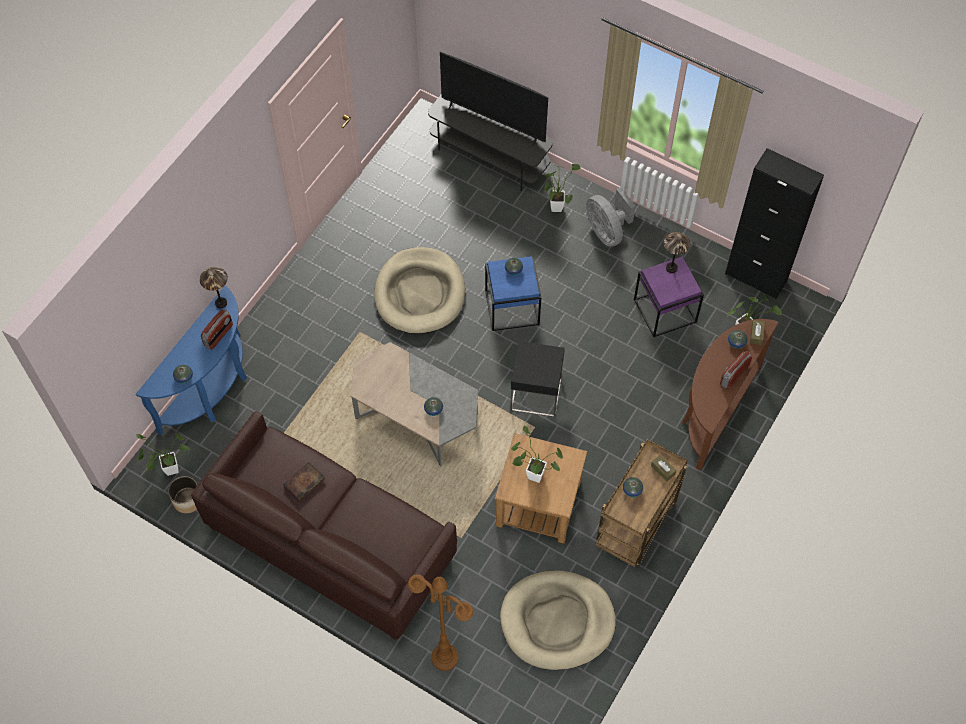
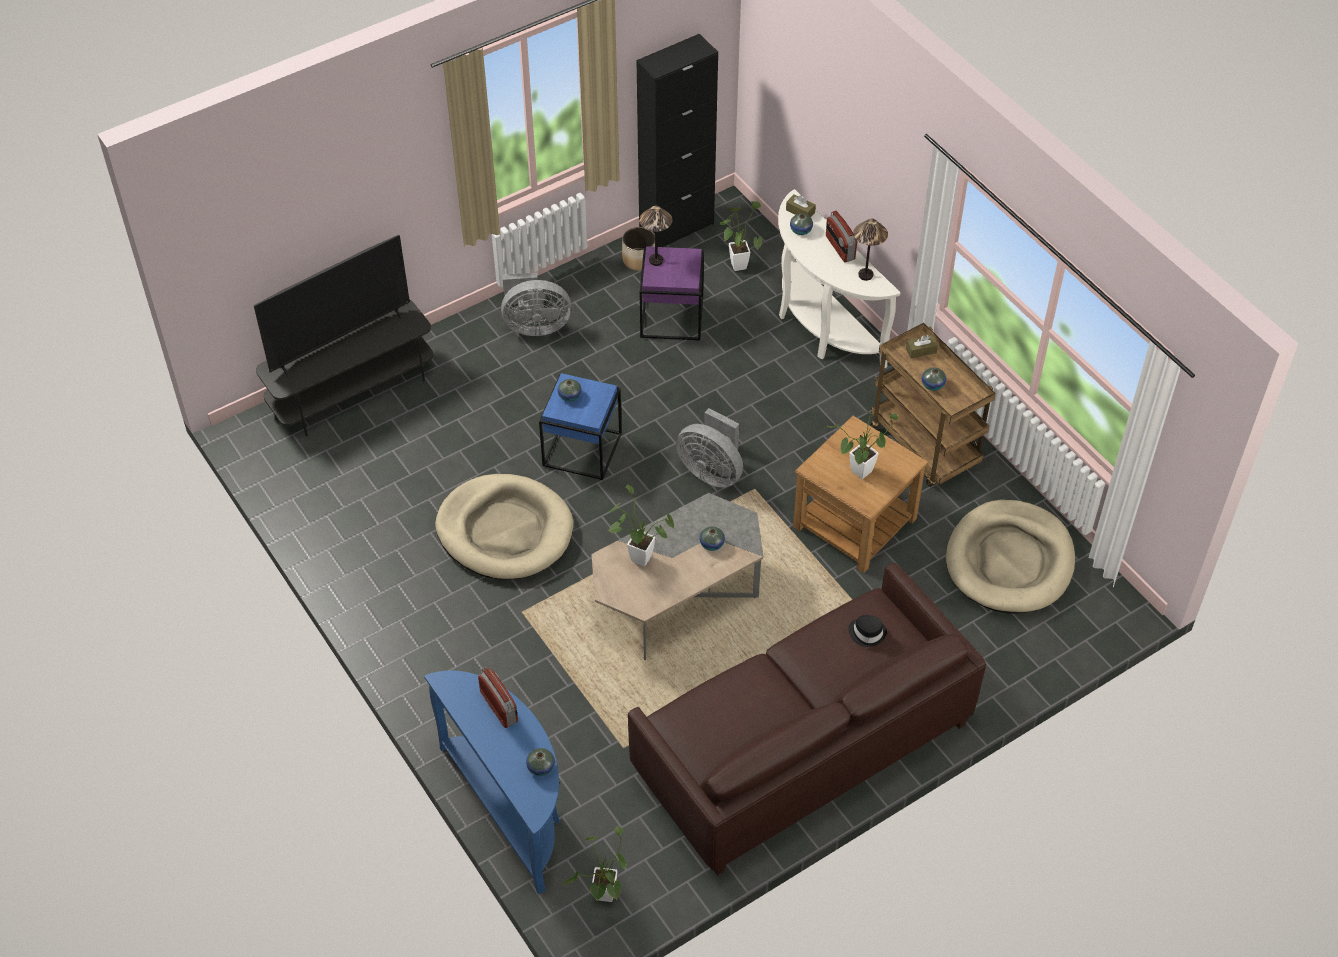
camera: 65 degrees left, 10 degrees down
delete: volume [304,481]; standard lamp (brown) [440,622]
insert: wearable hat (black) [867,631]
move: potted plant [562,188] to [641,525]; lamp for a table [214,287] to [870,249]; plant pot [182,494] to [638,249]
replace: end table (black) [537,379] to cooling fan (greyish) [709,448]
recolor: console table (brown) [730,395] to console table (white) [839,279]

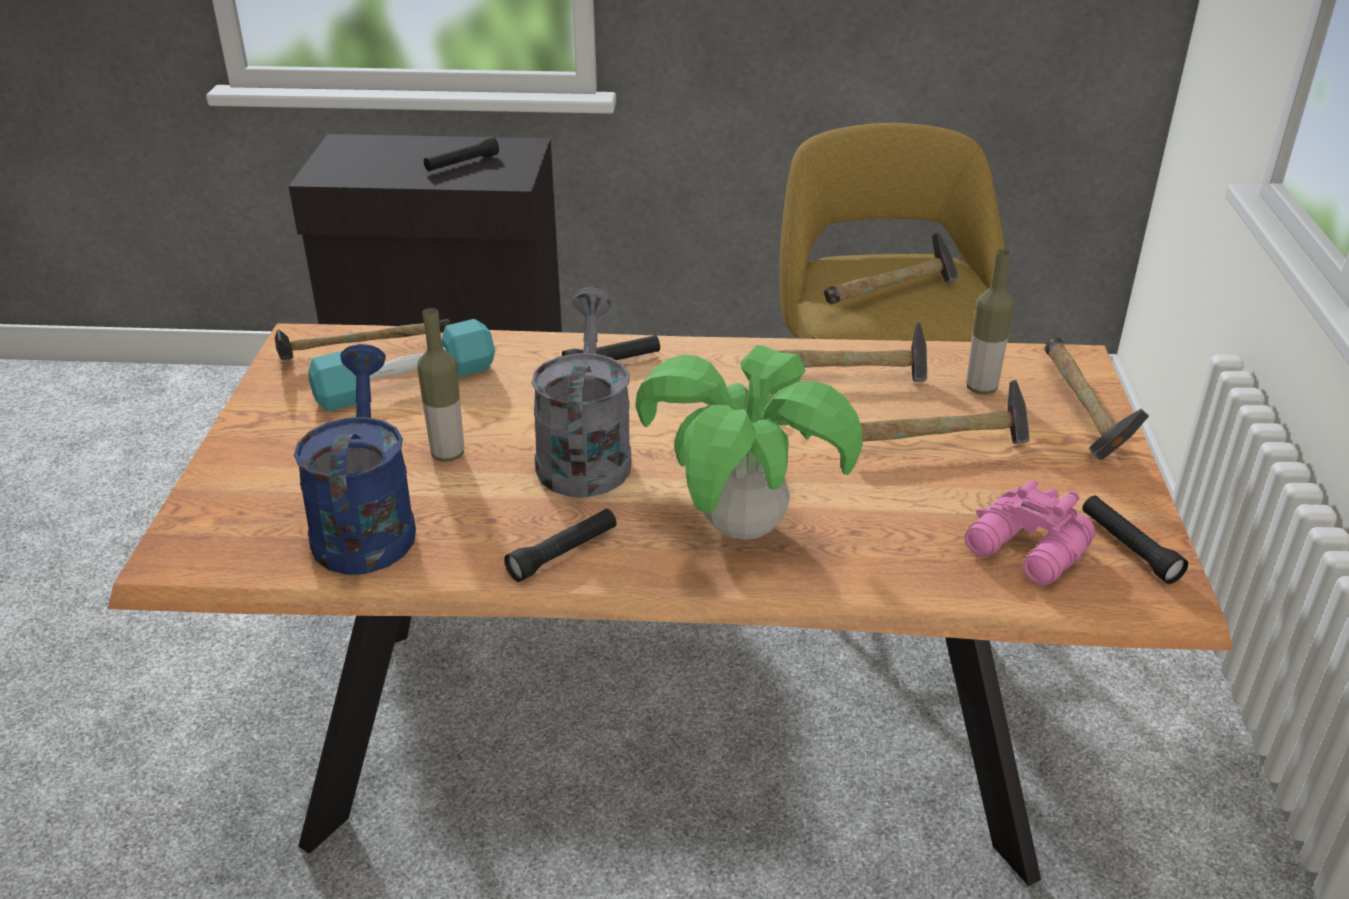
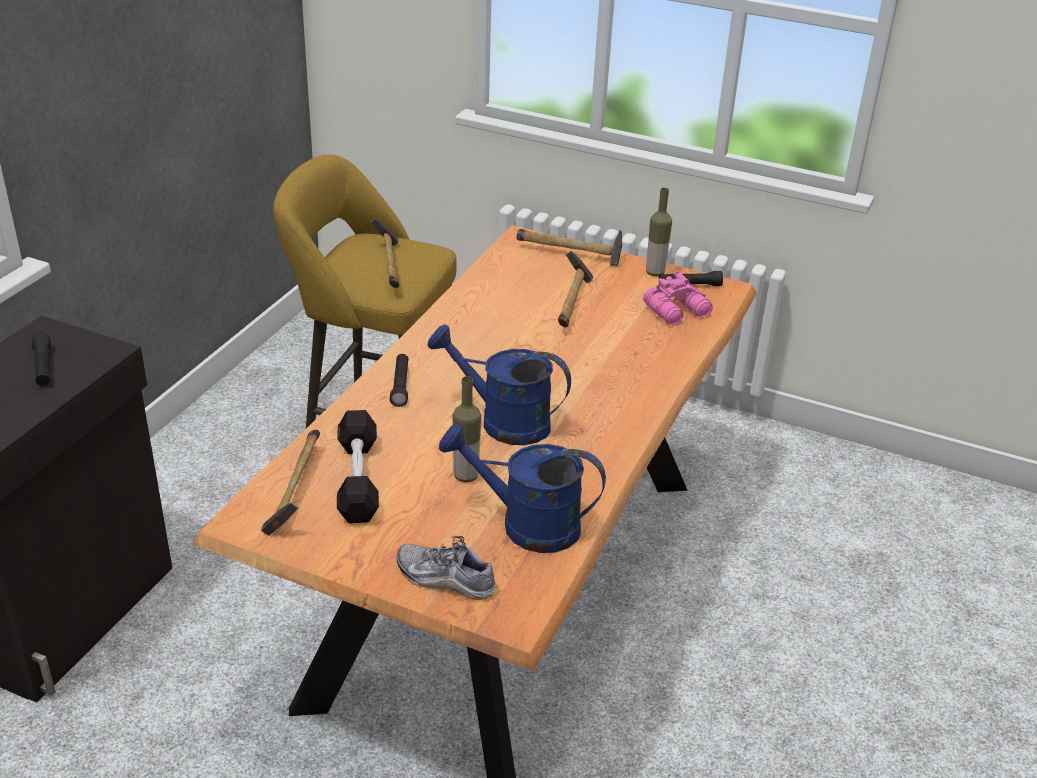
camera: 70 degrees left, 0 degrees up
delete: hand hammer [851,352]; potted plant [749,442]; flashlight (black) [560,545]
insert: shoe [446,568]
move: drink bottle [990,322] to [659,232]
recolor: watering pot (greyish) [581,392] to watering pot (blue) [499,384]; free weight (blue-green) [401,365] to free weight (black) [358,466]

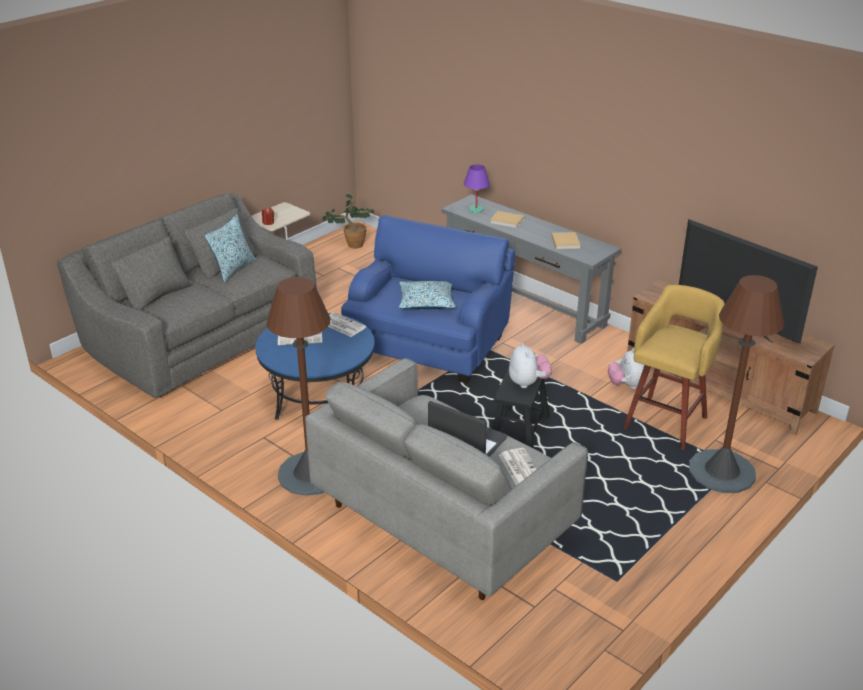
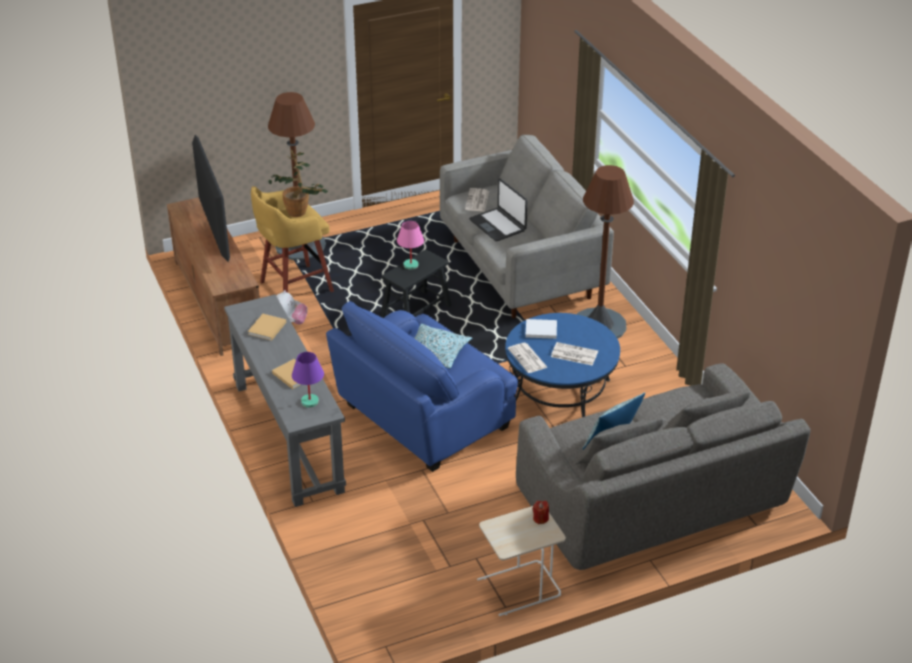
camera: 155 degrees left, 5 degrees up
insert: volume (white) [541,329]
move: potted plant [348,218] to [298,183]
replace: soft toy [530,365] to lamp for a table (pinkish) [410,245]

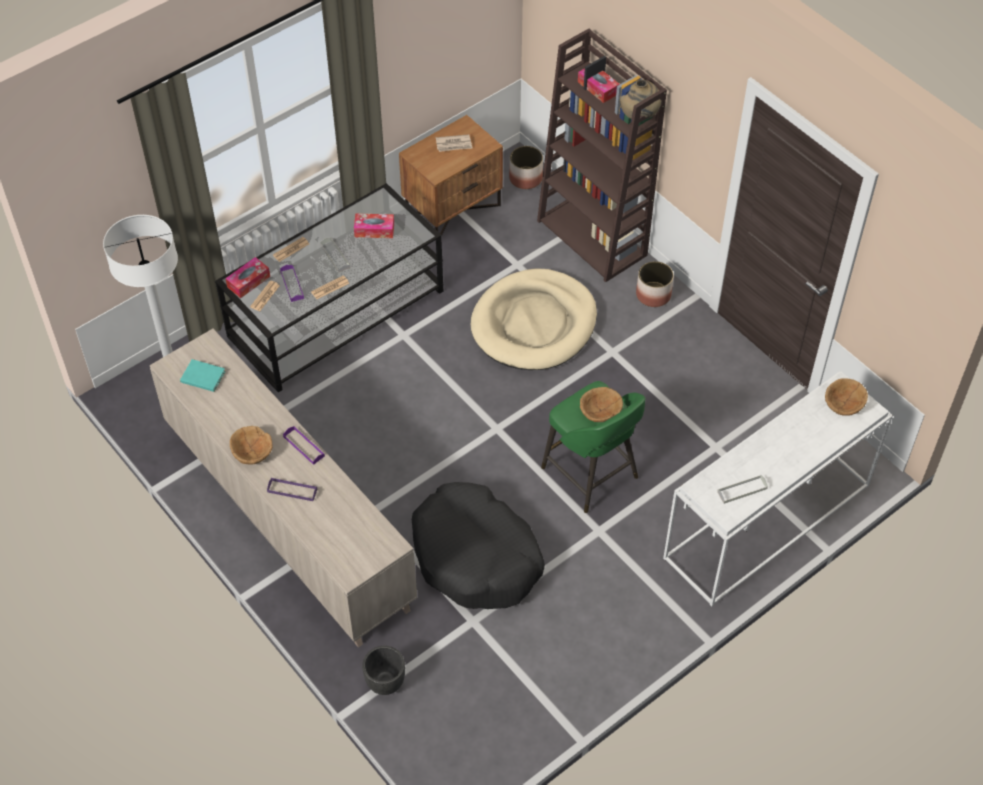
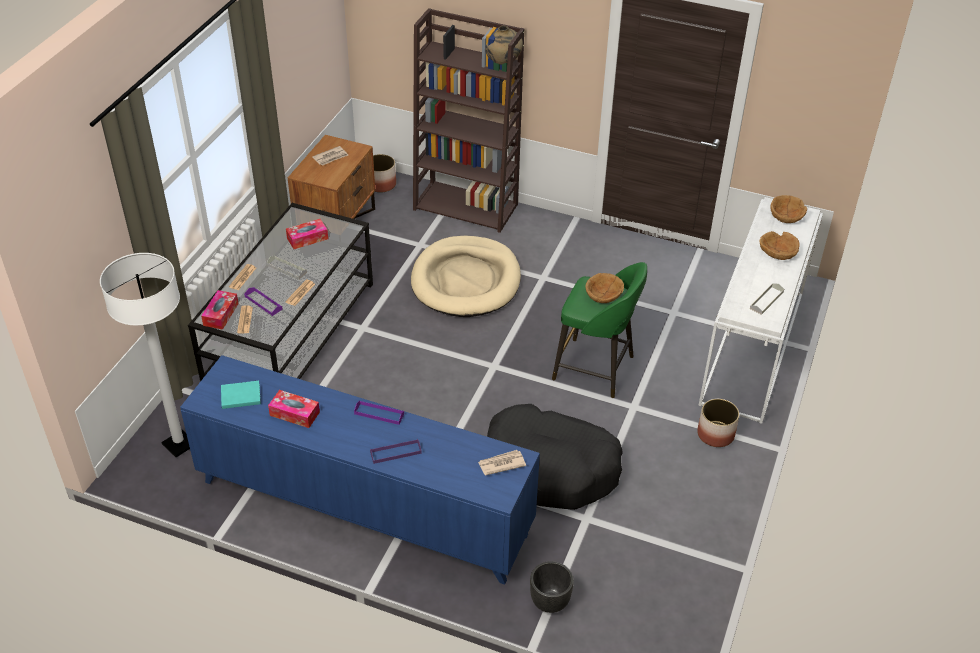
camera: 30 degrees left, 10 degrees down
insert: newspaper [502,462]
move: tissue holder [599,85] to [294,409]; plant pot [655,284] to [718,423]; deep dish (brown) [251,445] to [779,245]
recolor: storage cabinet (beige-coloured) [283,488] to storage cabinet (blue) [360,470]

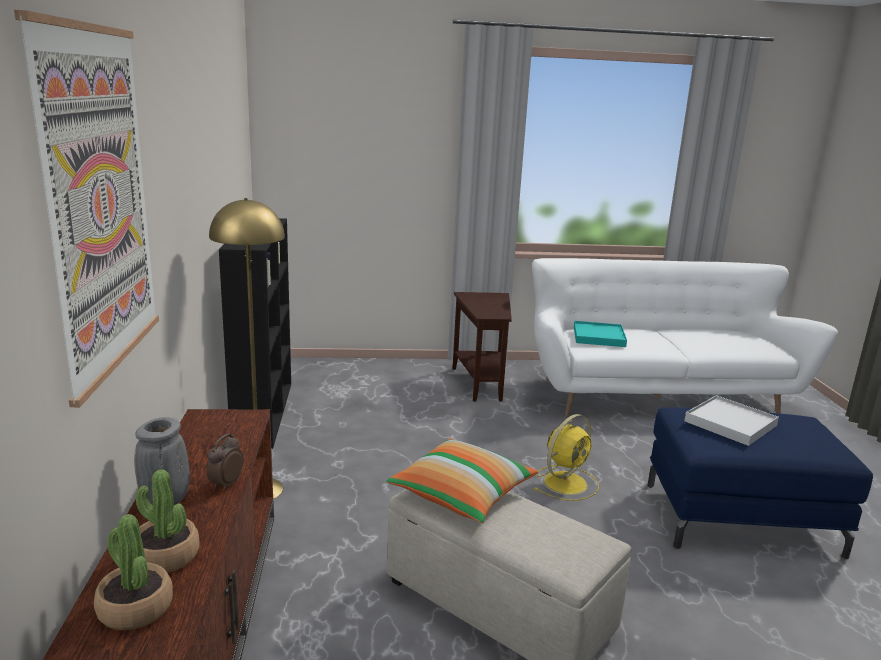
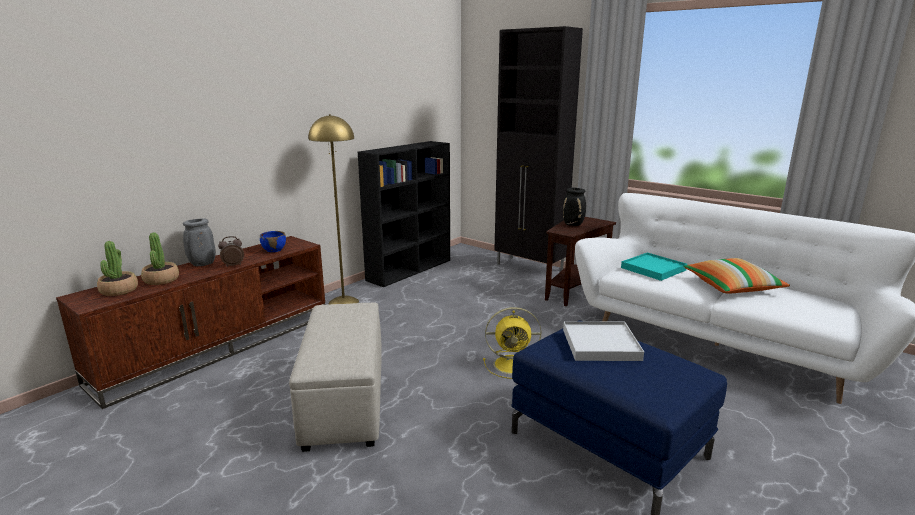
camera: 45 degrees right, 0 degrees up
delete: wall picture [86,208]
insert: storage cabinet (black) [538,148]; flower vase (black) [574,207]; deep dish (blue) [273,241]
move: throw pillow [462,481] to [736,276]

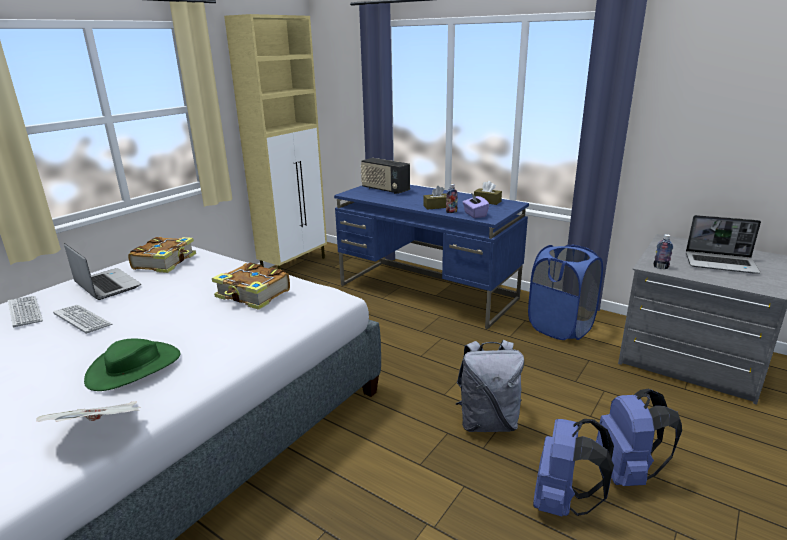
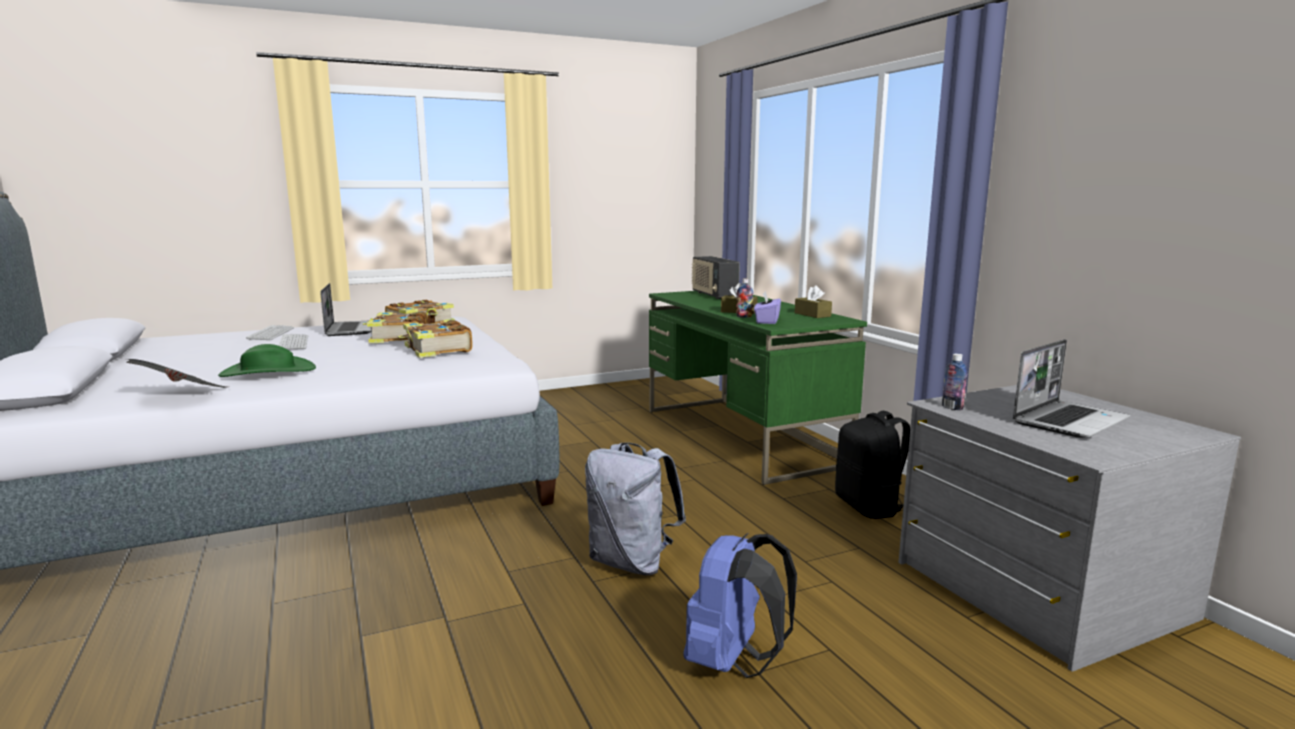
camera: 30 degrees right, 10 degrees down
delete: storage cabinet (beige-coloured) [275,142]; backpack (blue) [573,468]
insert: volume [395,327]
replace: laundry basket (blue) [565,292] to backpack (black) [872,465]
recolor: desk table (blue) [431,257] to desk table (green) [758,388]
rotate: notebook computer [723,244] = [1071,388] 90 degrees counterclockwise

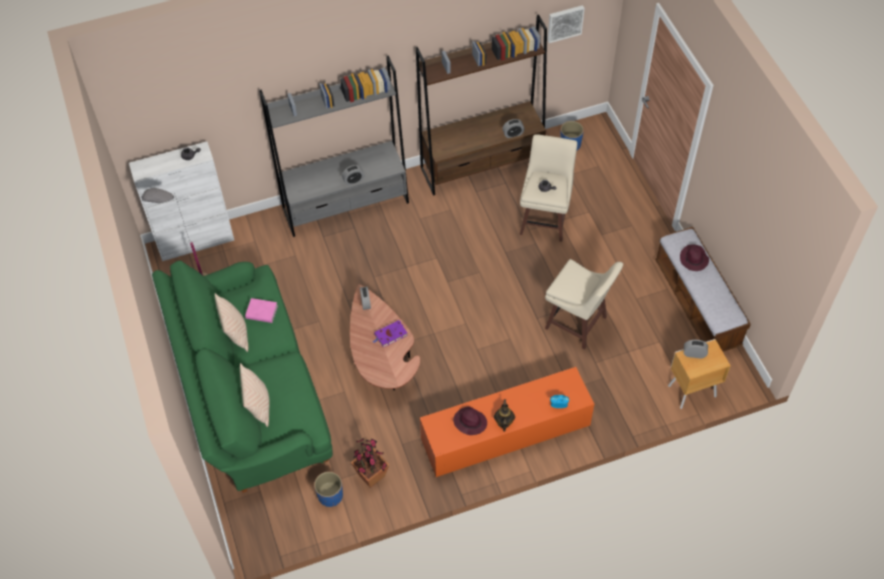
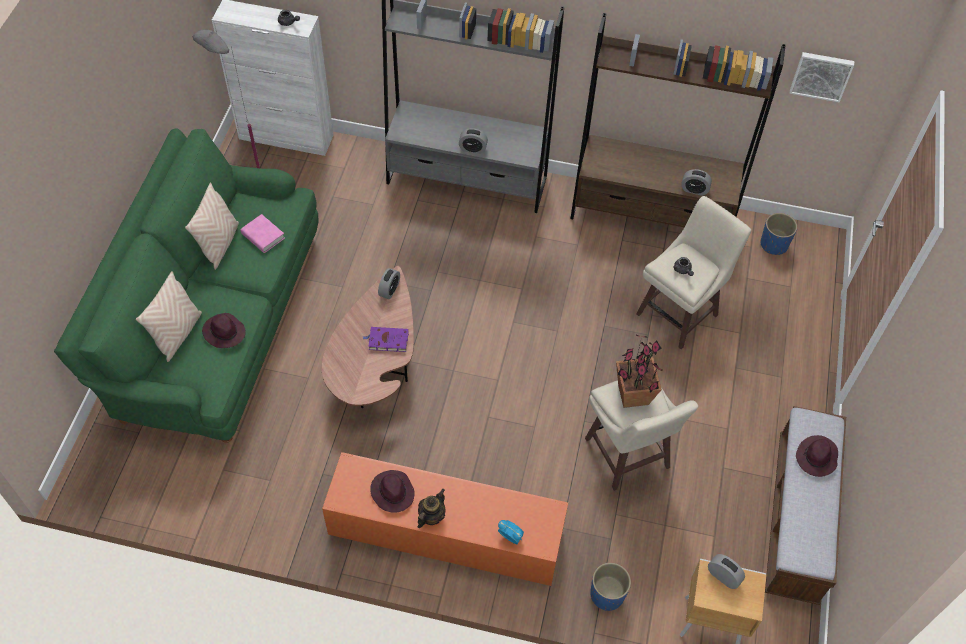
camera: 30 degrees right, 0 degrees up
insert: wearable hat (purple) [224,330]
move: potted plant [370,463] to [639,371]; plant pot (blue) [328,489] to [610,587]

